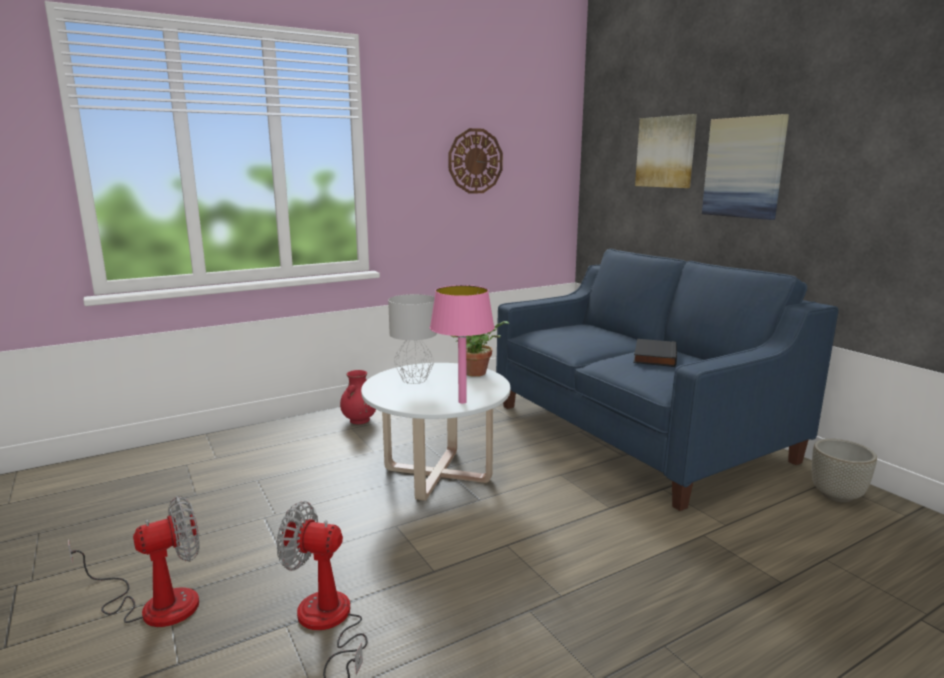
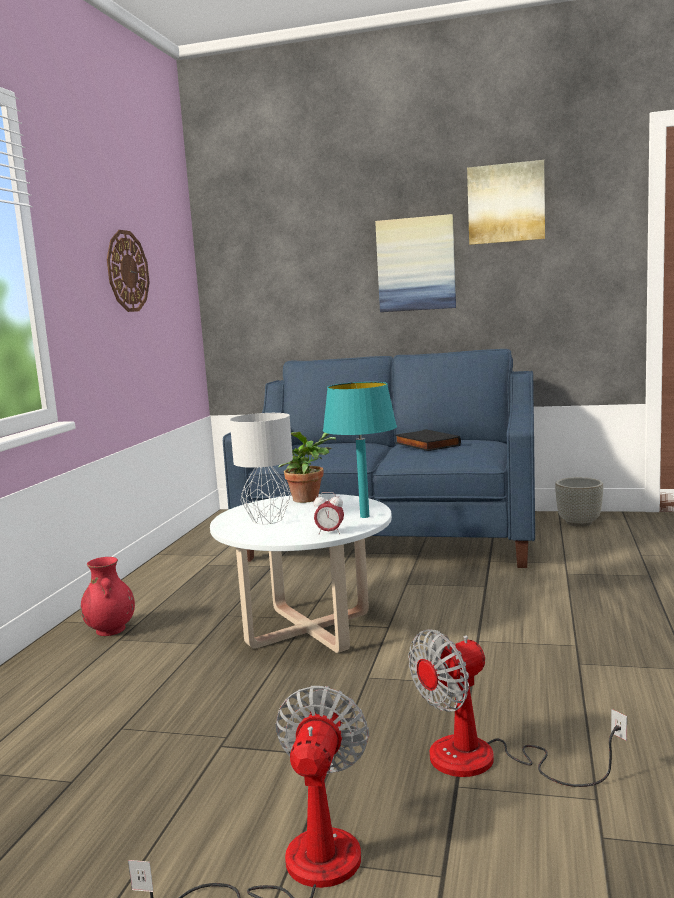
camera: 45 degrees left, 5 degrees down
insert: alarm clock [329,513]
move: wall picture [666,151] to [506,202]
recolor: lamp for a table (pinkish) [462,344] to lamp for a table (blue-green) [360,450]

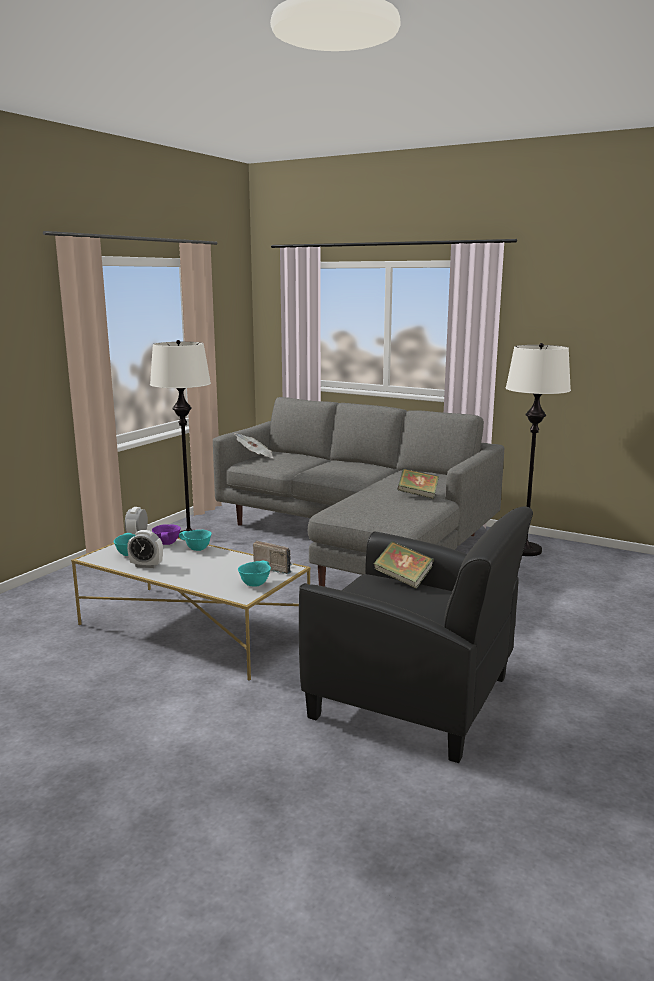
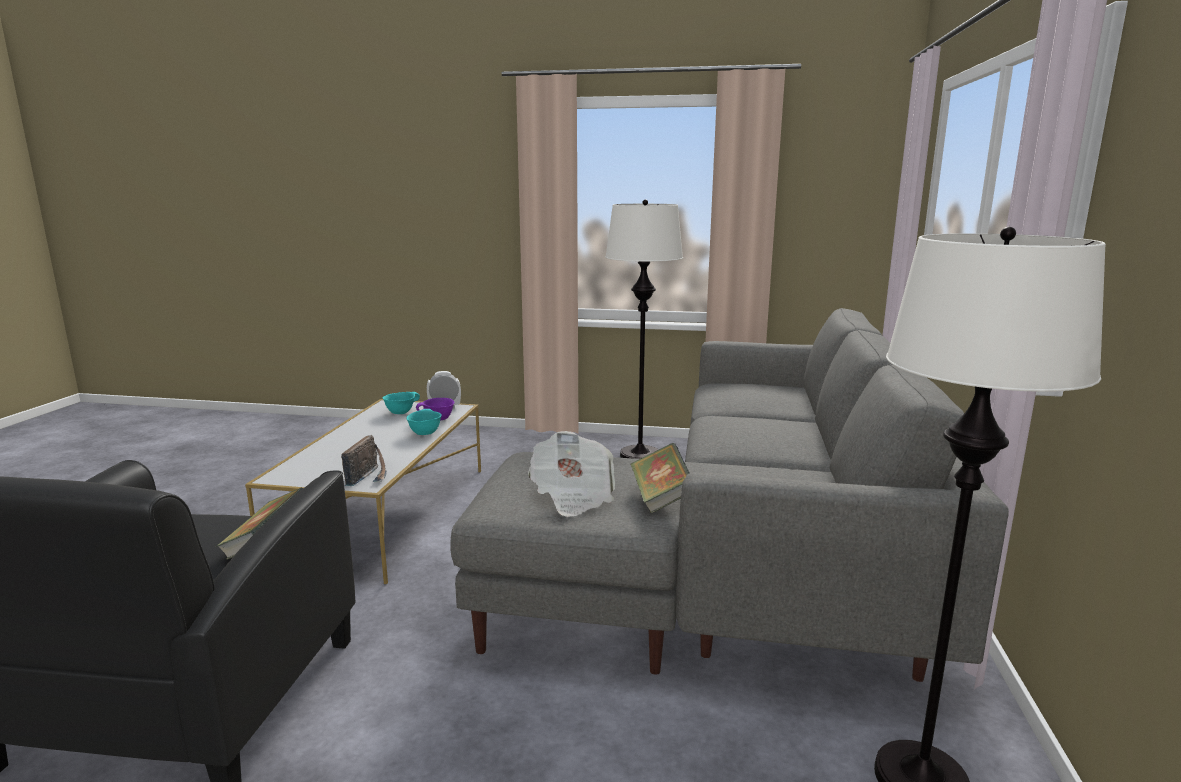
camera: 70 degrees right, 0 degrees up
delete: alarm clock [145,549]; deep dish (blue-green) [254,573]
move: newspaper [253,445] to [571,474]

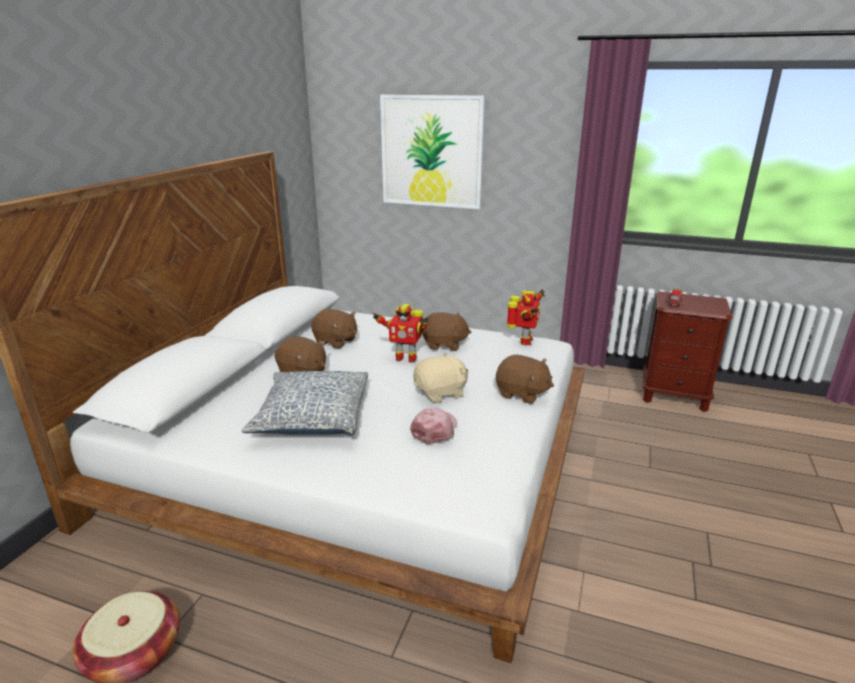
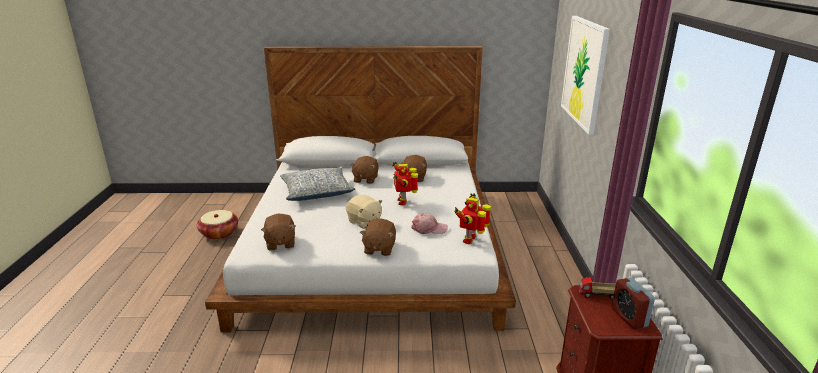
camera: 70 degrees right, 0 degrees up
insert: alarm clock [633,303]
move: soft toy (brown) [447,331] to [278,232]; baseball cap (pinkish) [433,425] to [429,223]
rotate: toy robot [526,317] = [472,218] 120 degrees clockwise

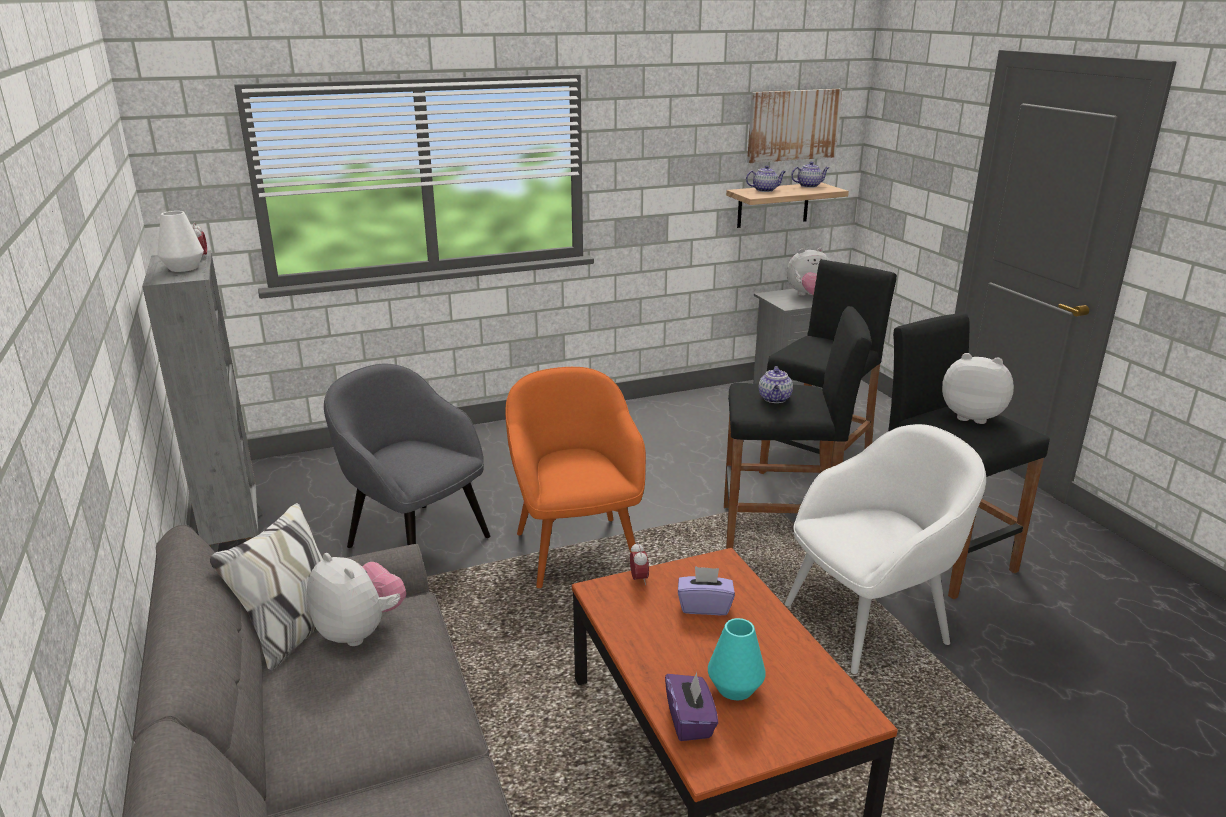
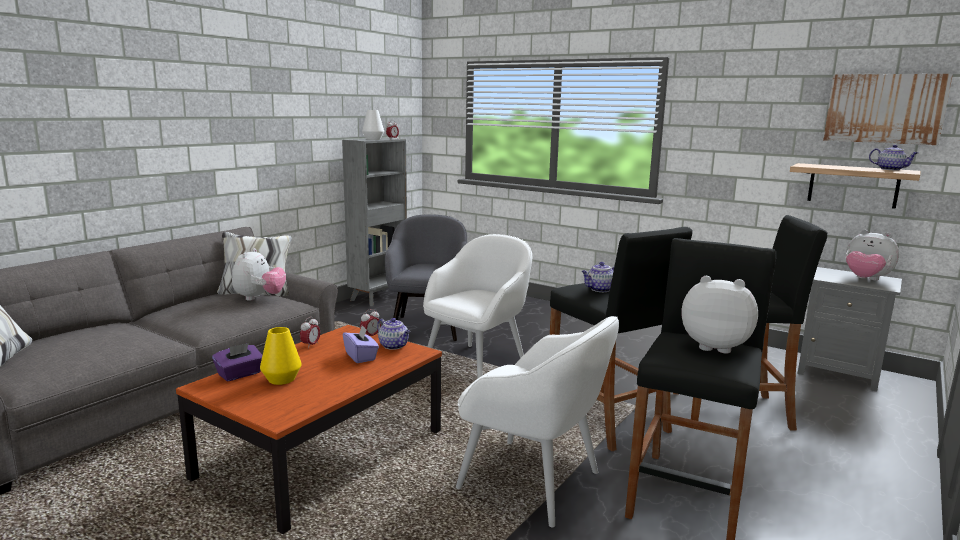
camera: 55 degrees right, 10 degrees down
insert: alarm clock [310,333]
move: pot for tea [766,178] to [393,334]
recolor: lounge chair (orange-coloured) [575,477] to lounge chair (white) [477,306]; flower vase (blue-green) [737,659] to flower vase (yellow-coloured) [281,356]
rotate: soft toy [978,388] = [720,315] 60 degrees counterclockwise

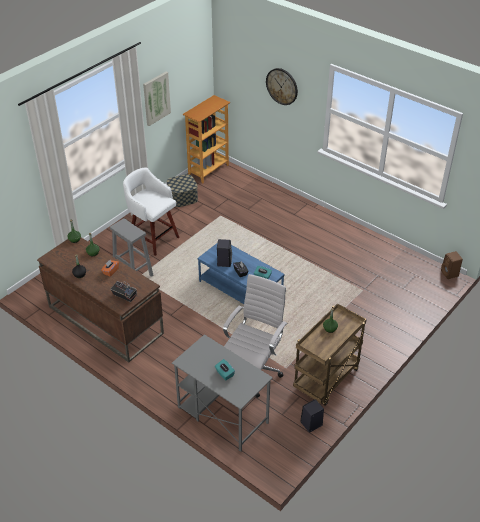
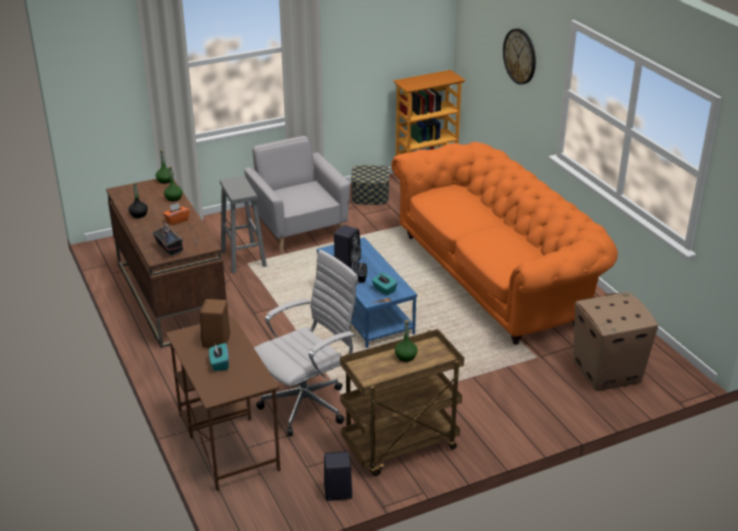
camera: 25 degrees right, 10 degrees down
delete: wall picture [157,99]
insert: settee (orange-coloured) [504,243]; packing box [615,341]
move: audio speaker (brown) [452,265] to [215,323]
replace: sitting stool (white) [151,211] to lounge chair (greyish) [297,195]
recolor: desk table (greyish) [222,393] to desk table (brown) [223,403]

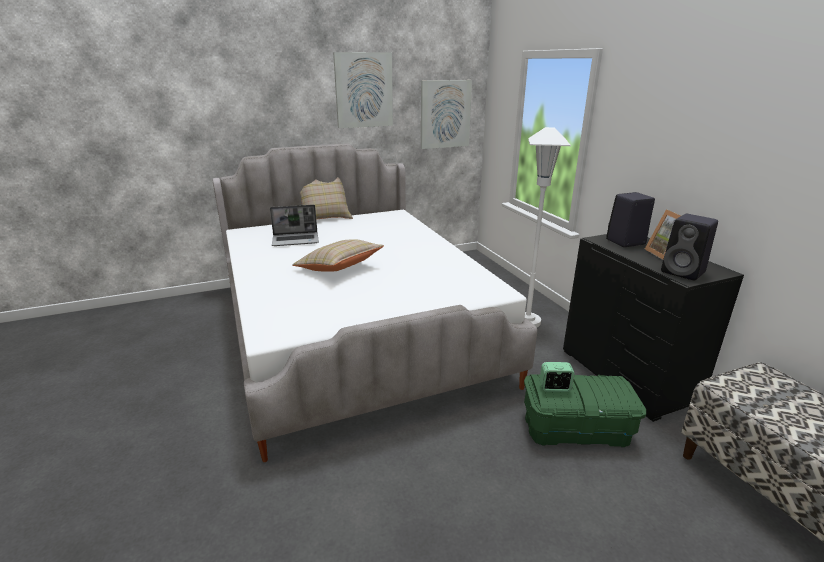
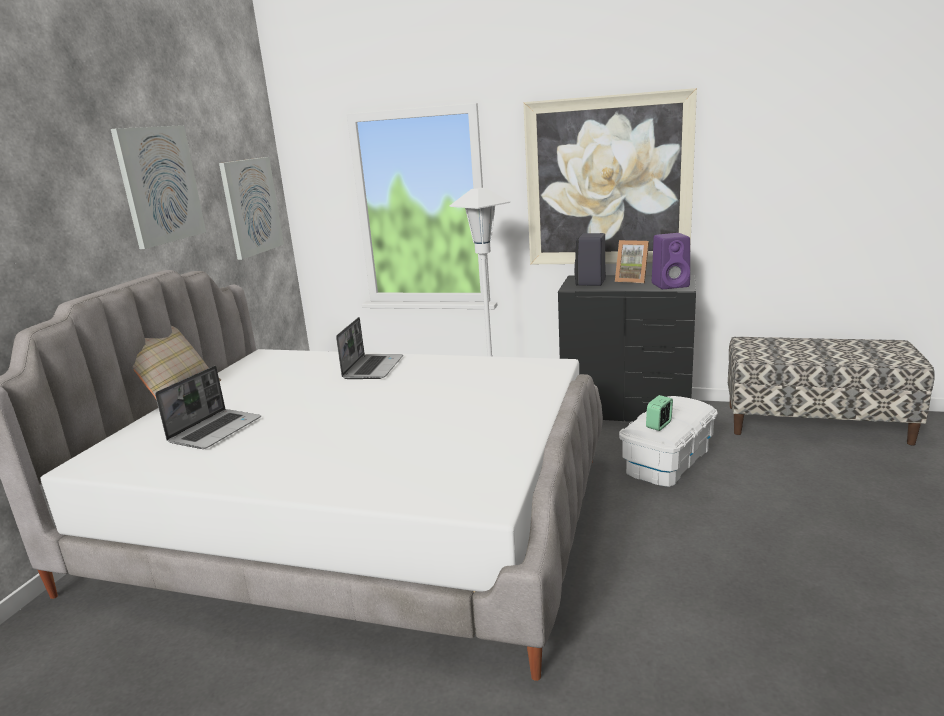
camera: 50 degrees left, 5 degrees down
delete: throw pillow (beige-coloured) [338,255]
insert: wall picture [610,176]; notebook computer [369,348]
recolor: audio speaker (black) [689,247] to audio speaker (purple) [671,261]; storage bin (green) [585,410] to storage bin (white) [668,441]

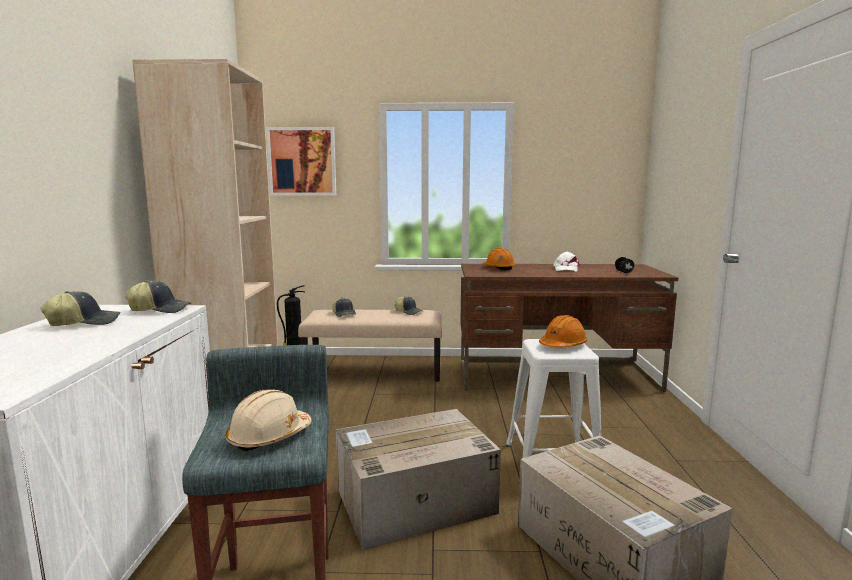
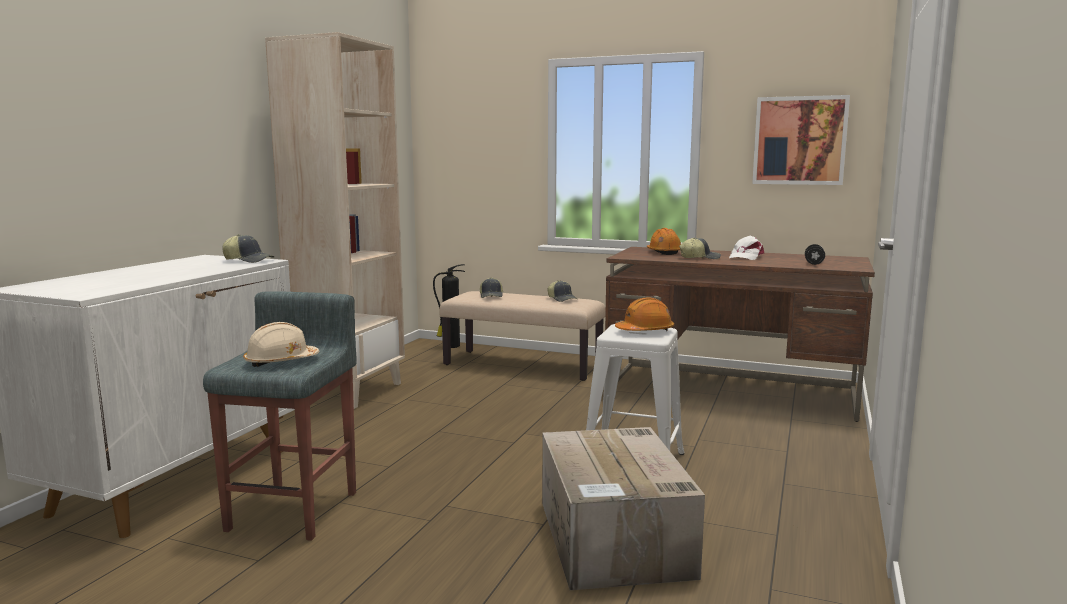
camera: 20 degrees right, 0 degrees up
delete: packing box [418,479]
move: wall picture [301,161] to [801,140]; baseball cap [80,308] to [700,248]

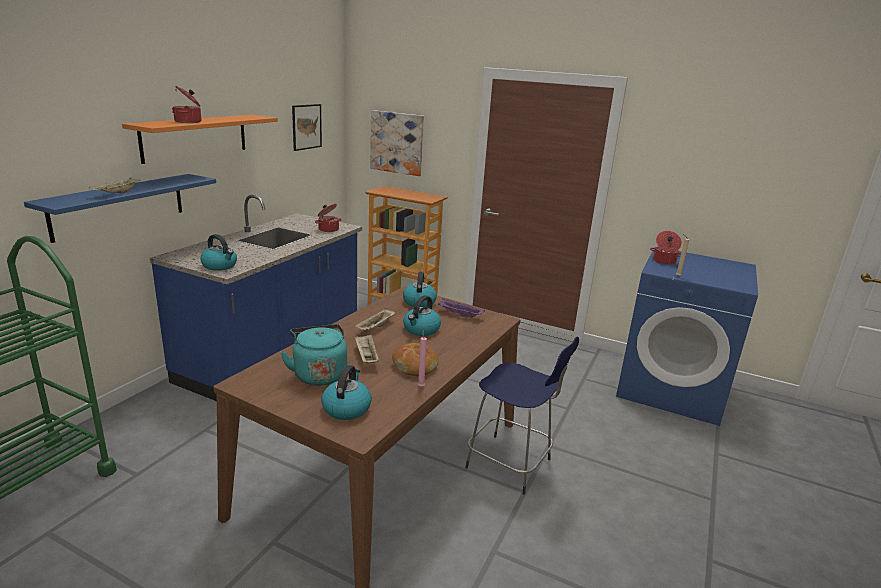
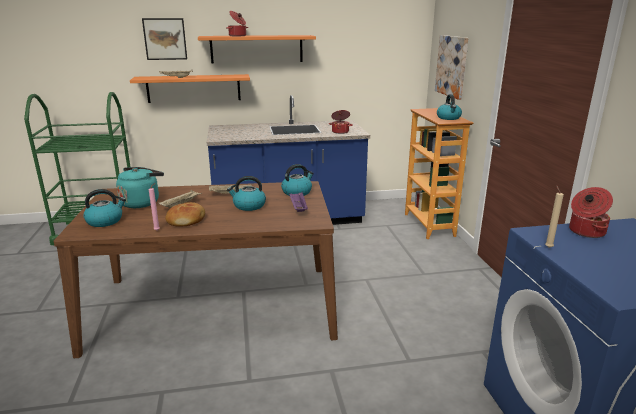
camera: 55 degrees right, 0 degrees up
delete: sitting stool (blue) [522,416]
move: wall picture [307,127] to [164,39]; kettle [218,252] to [449,107]
recolor: shelf (blue) [120,208] to shelf (orange-coloured) [190,88]

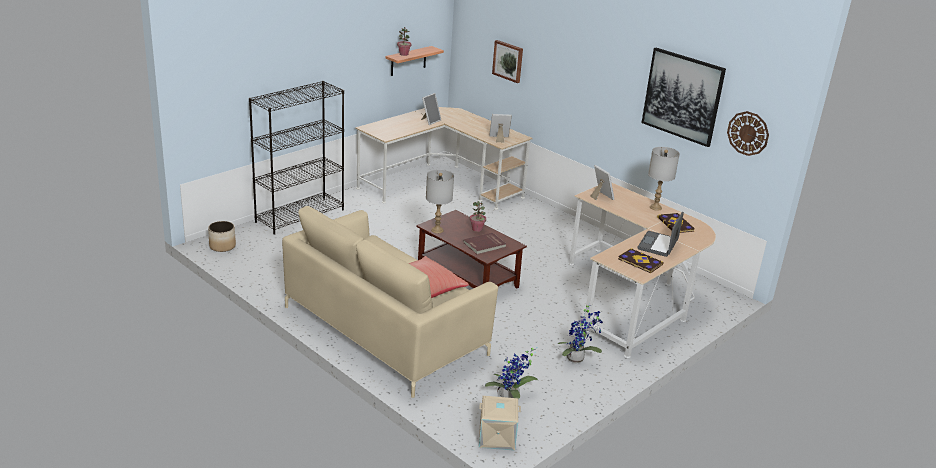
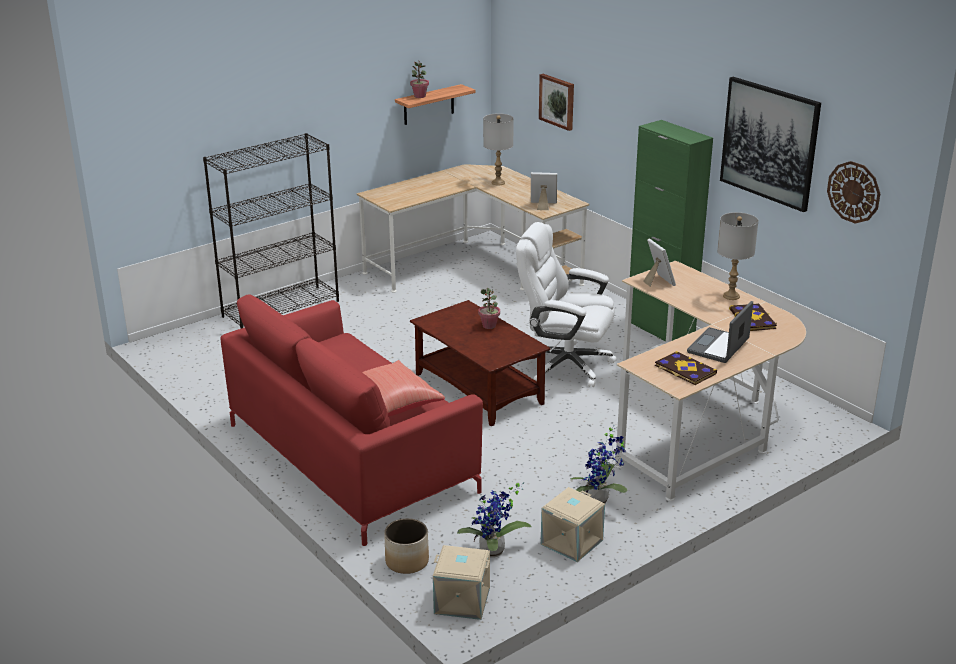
camera: 10 degrees right, 0 degrees up
delete: standing frame [431,109]; volume (red) [484,243]
insert: storage cabinet (green) [671,230]; office chair (white) [566,304]; storage bin (beige-coloured) [573,524]
move: lamp for a table (greyish) [440,201] to [499,149]; plant pot [222,236] to [406,546]
recolor: settee (beige-coloured) [390,302] to settee (red) [352,420]

